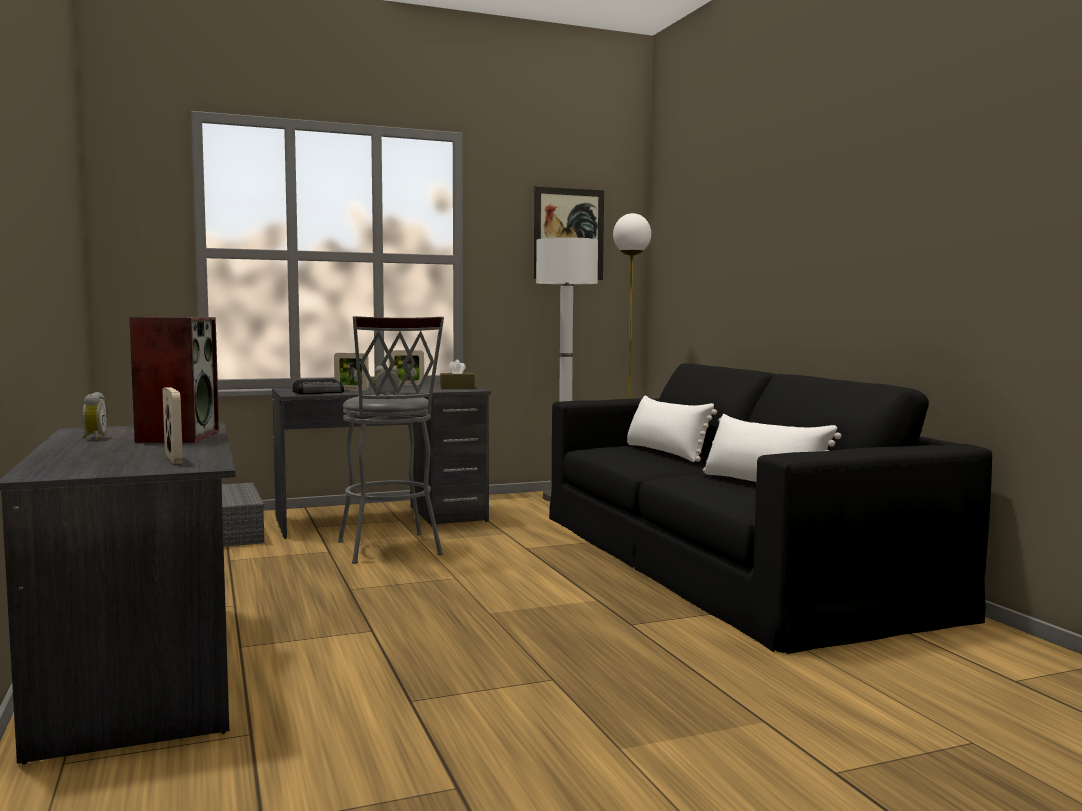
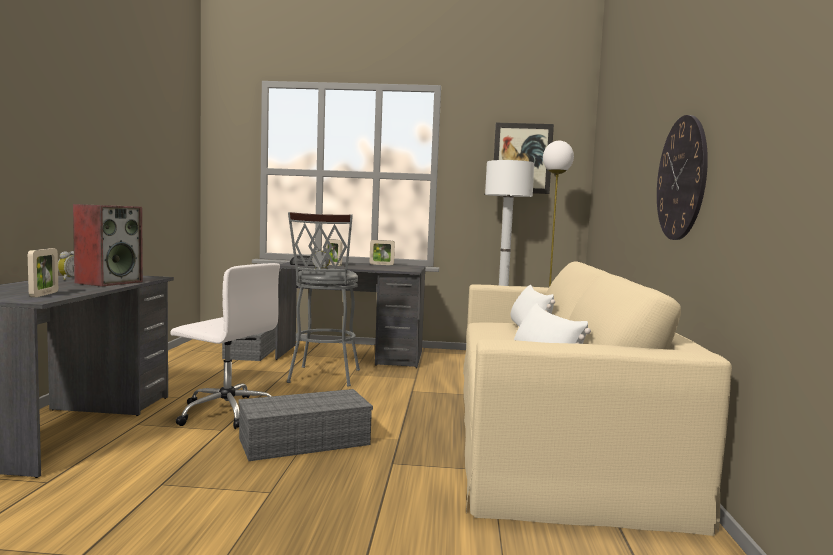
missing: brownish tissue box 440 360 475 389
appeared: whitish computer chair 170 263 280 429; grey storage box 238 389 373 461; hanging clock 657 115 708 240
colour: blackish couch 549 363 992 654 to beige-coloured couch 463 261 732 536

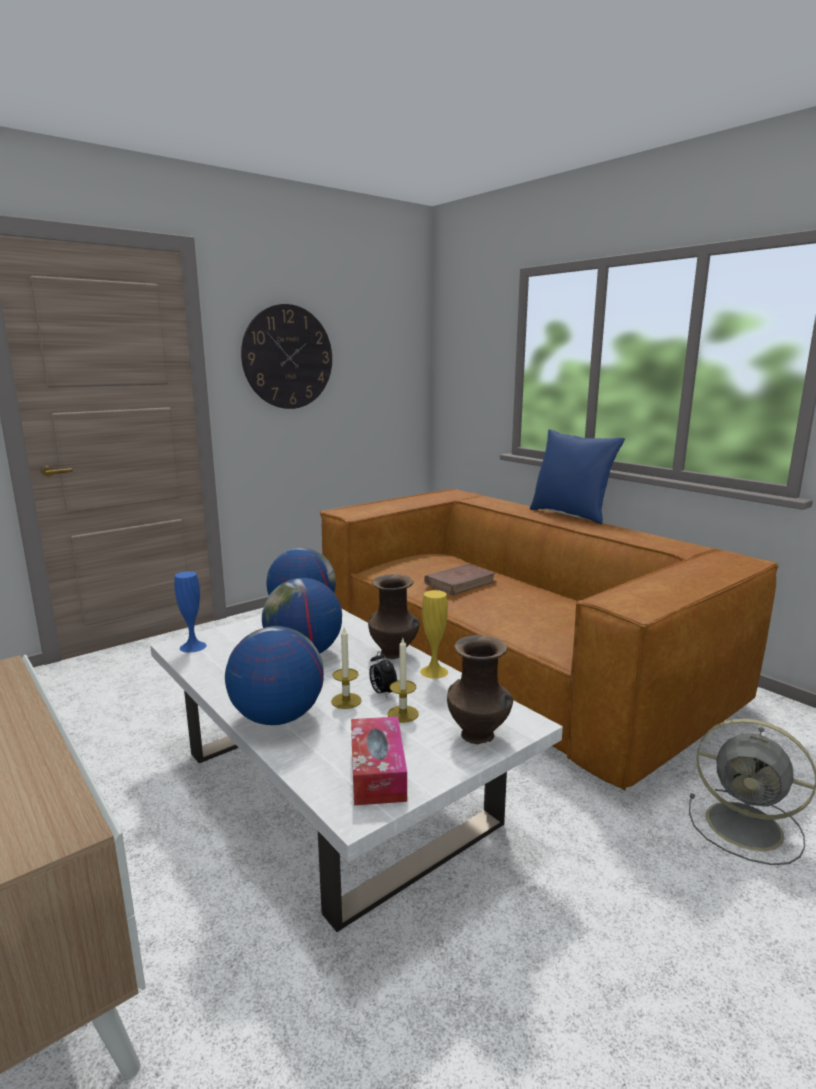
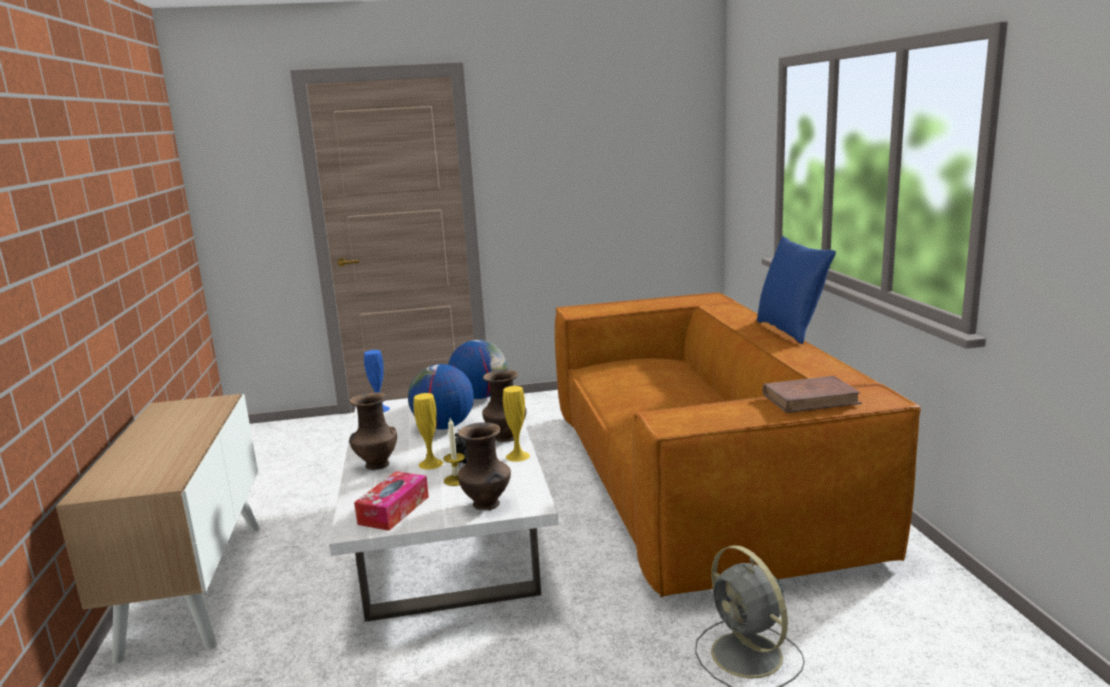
missing: hanging clock 241 304 332 409
relocated: brownish bound book 424 564 496 595 to 763 376 862 413
exchanged: desk globe 225 626 324 725 to brownish flower vase 349 393 397 470; wax light 331 628 361 709 to yellow flower vase 414 393 443 469

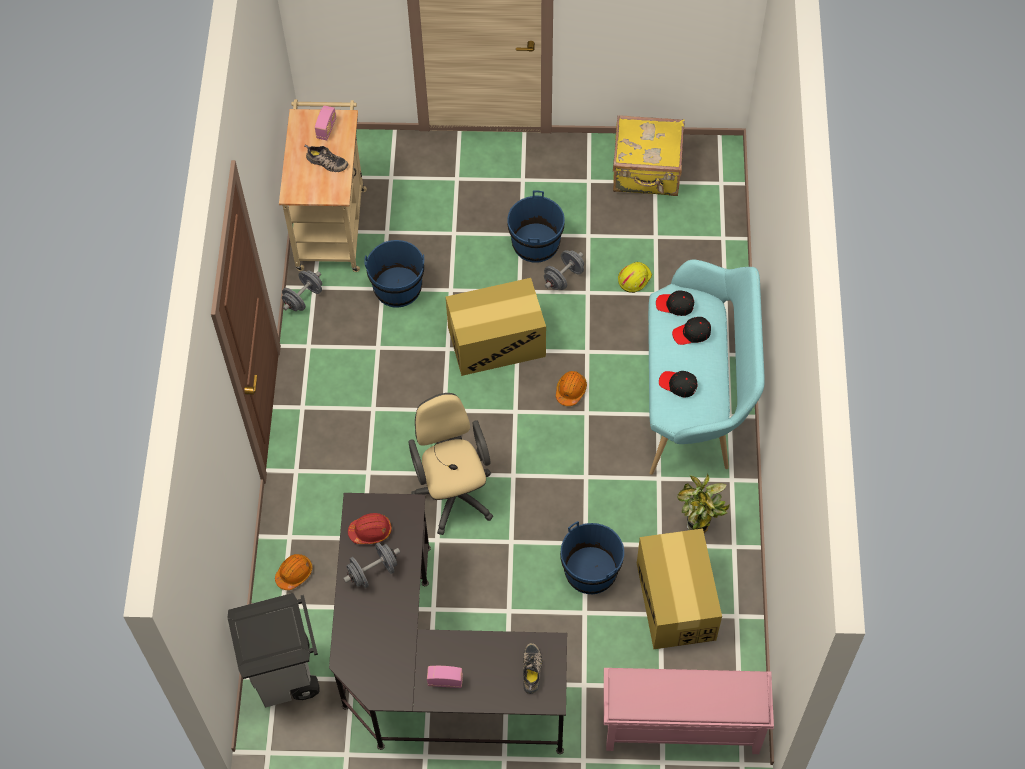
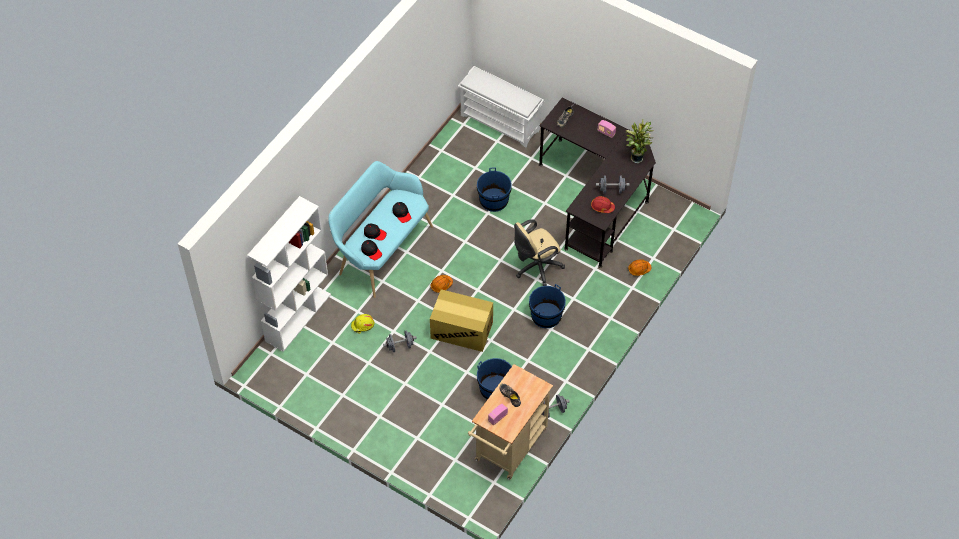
missing: grey waste bin 228 593 320 708; yellow suitcase 613 115 684 196; carton 637 528 722 649
appeared: whitish bookshelf 247 196 331 352
relocated: bluish bucket 507 191 565 263 to 529 284 566 328; potted plant 677 474 730 533 to 626 120 654 163
colour: pink shoe rack 604 668 774 754 to whitish shoe rack 458 66 544 148
spun: beige-coloured computer chair 408 393 493 535 = 514 219 565 286 45 degrees clockwise

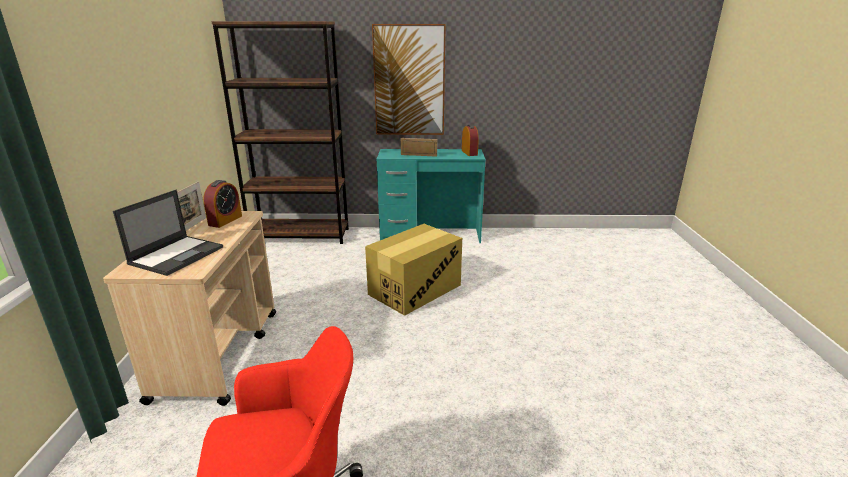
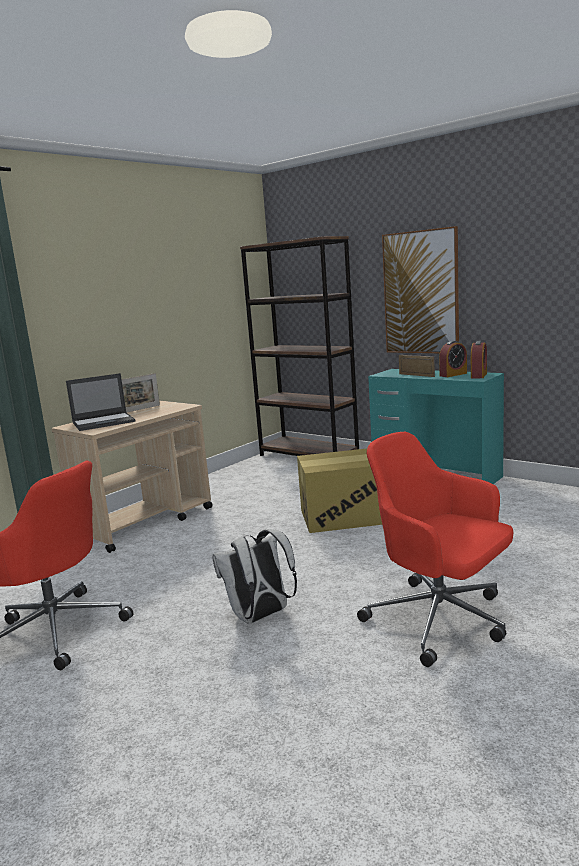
appeared: whitish rucksack 212 529 297 623; red computer chair 357 432 513 667
relocated: alarm clock 203 180 242 228 to 439 341 467 377

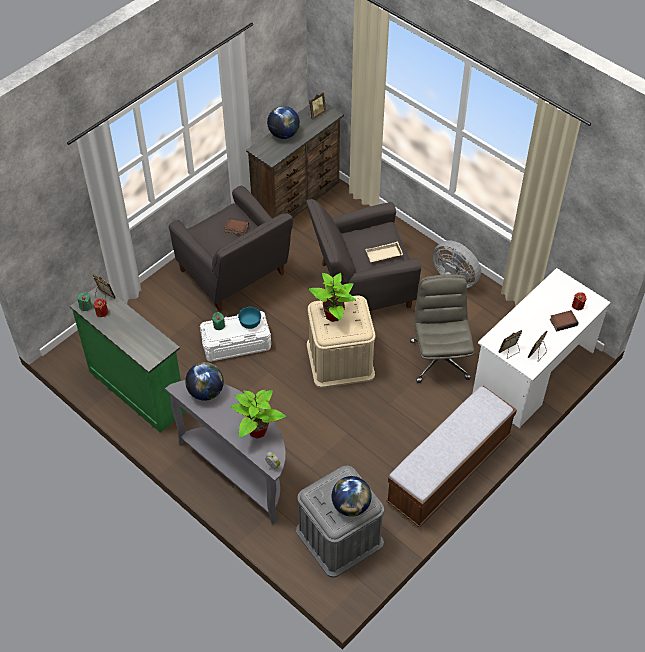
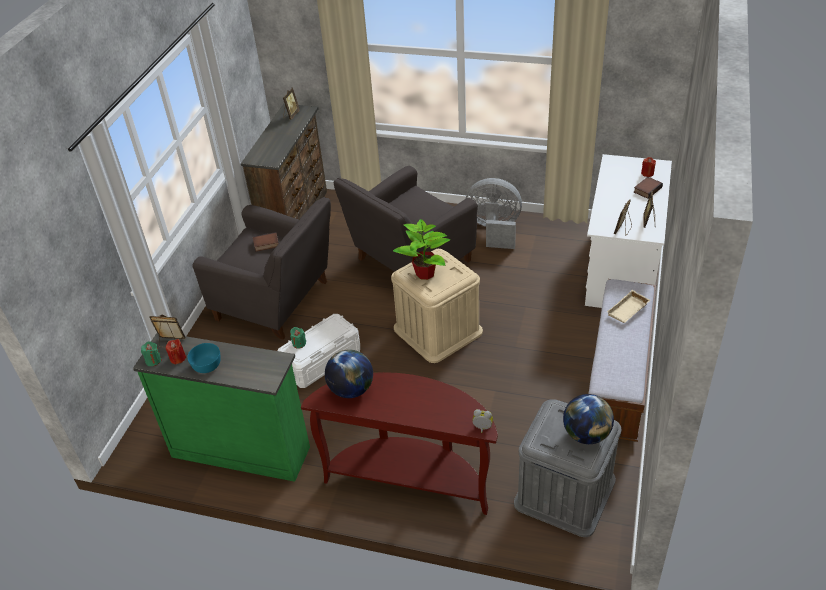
missing: potted plant 230 389 286 439; desk globe 267 106 300 139; grey computer chair 410 274 475 383
relocated: turquoise serving bowl 238 307 261 329 to 187 343 221 373; beige-coloured serving tray 365 241 403 262 to 607 290 650 323
colour: grey console table 165 380 286 525 to brownish console table 301 372 498 515

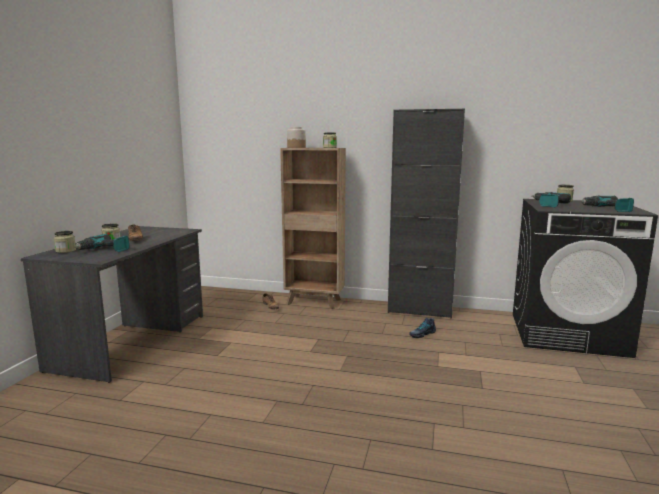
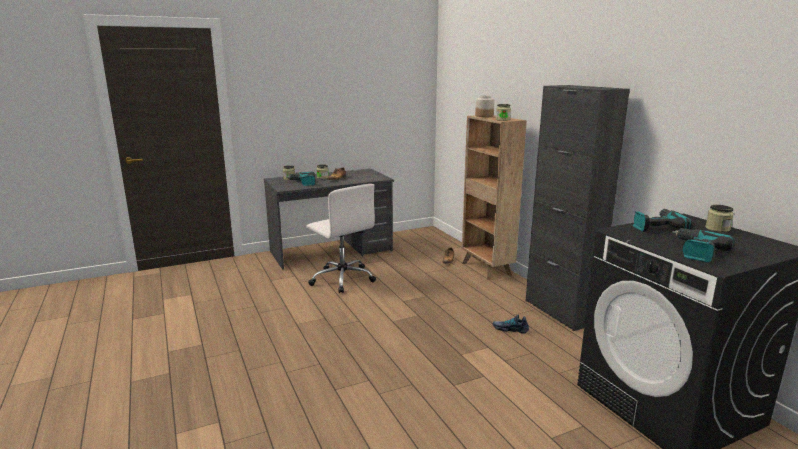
appeared: whitish computer chair 306 184 376 293

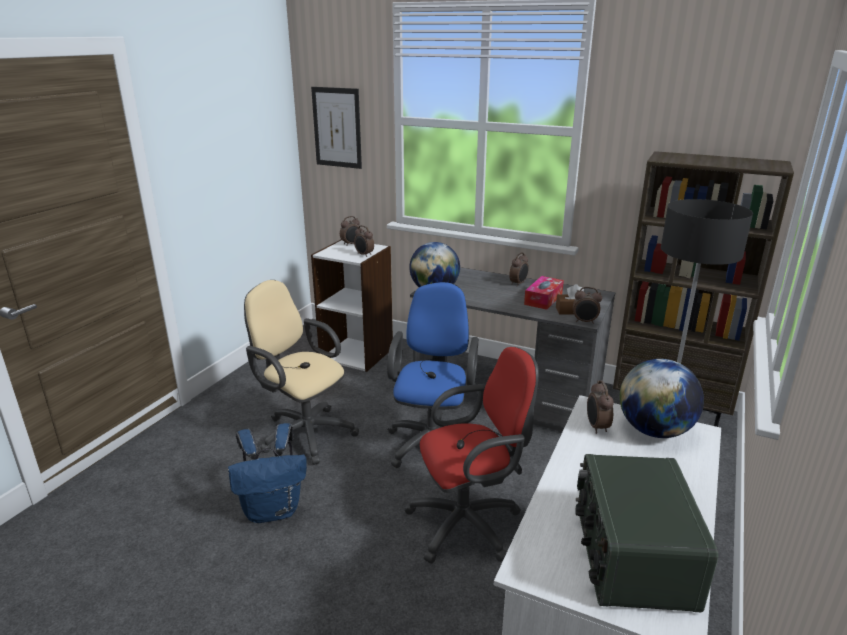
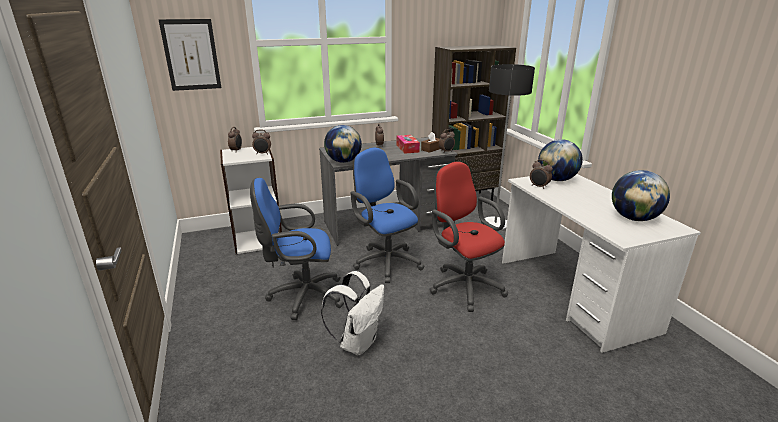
exchanged: radio receiver 575 454 718 612 to desk globe 612 170 670 221
colour: bluish rucksack 228 423 307 523 to whitish rucksack 321 271 384 355; beige-coloured computer chair 244 280 359 465 to bluish computer chair 250 178 344 320
spun: red computer chair 404 347 539 564 = 429 162 508 312 60 degrees counterclockwise

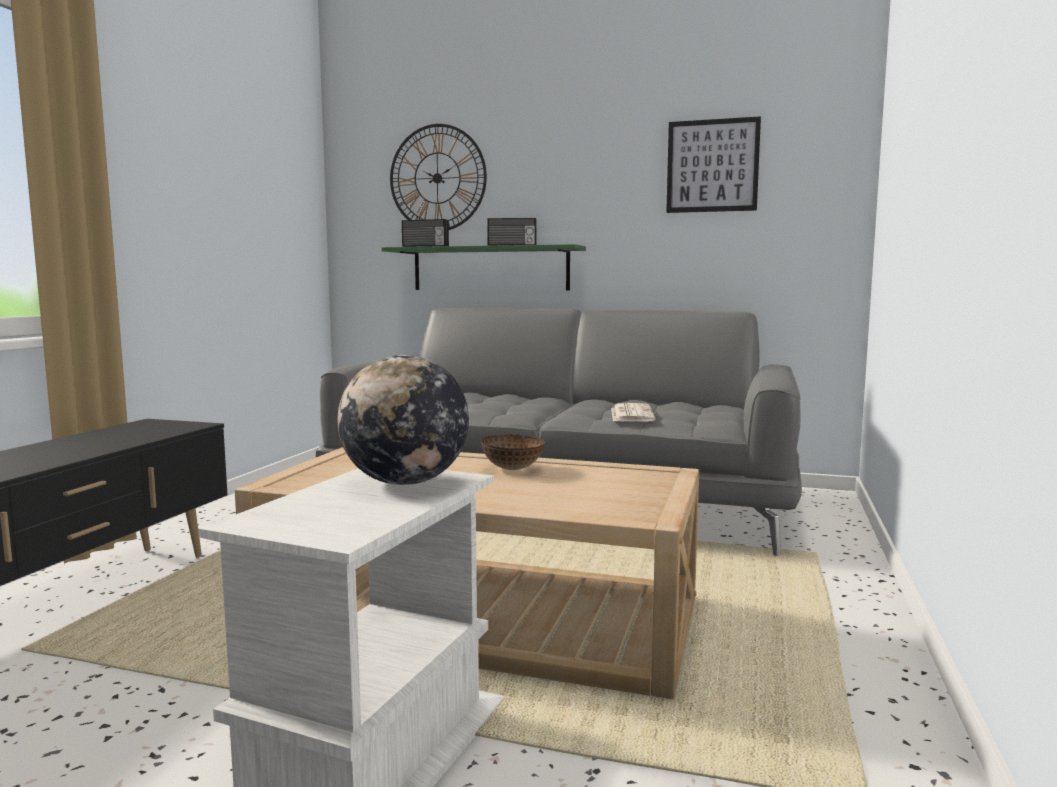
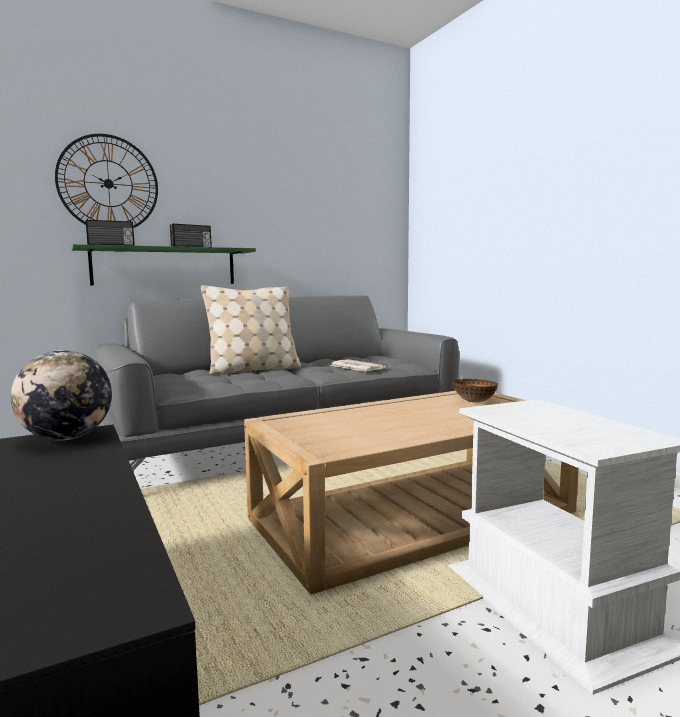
missing: picture 666 116 761 213
appeared: beige-coloured pillow 201 285 301 375
relocated: desk globe 338 355 469 485 to 11 350 112 441; serving bowl 481 434 545 470 to 453 379 498 403

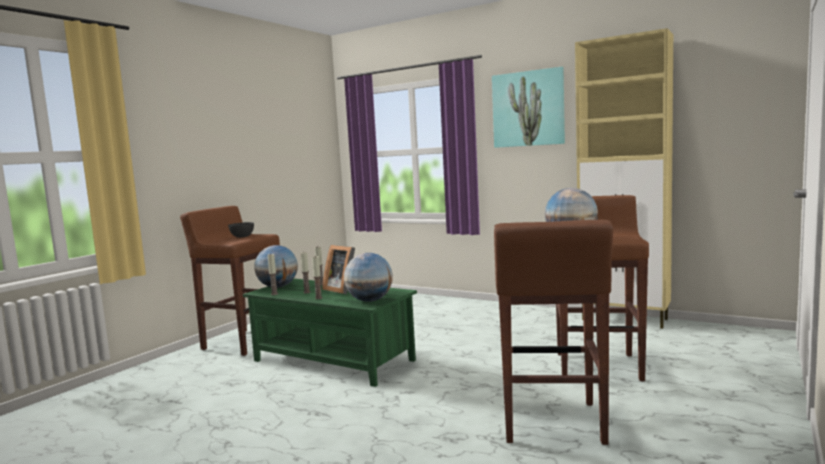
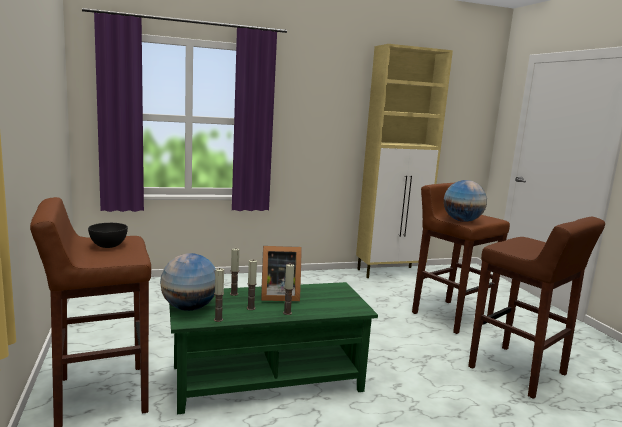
missing: desk globe 344 253 393 302; picture 492 67 565 148

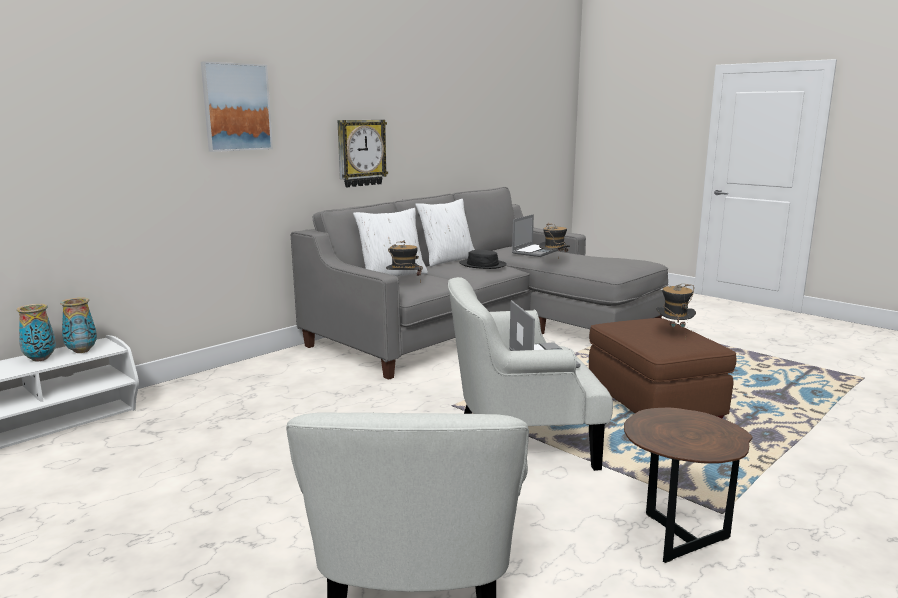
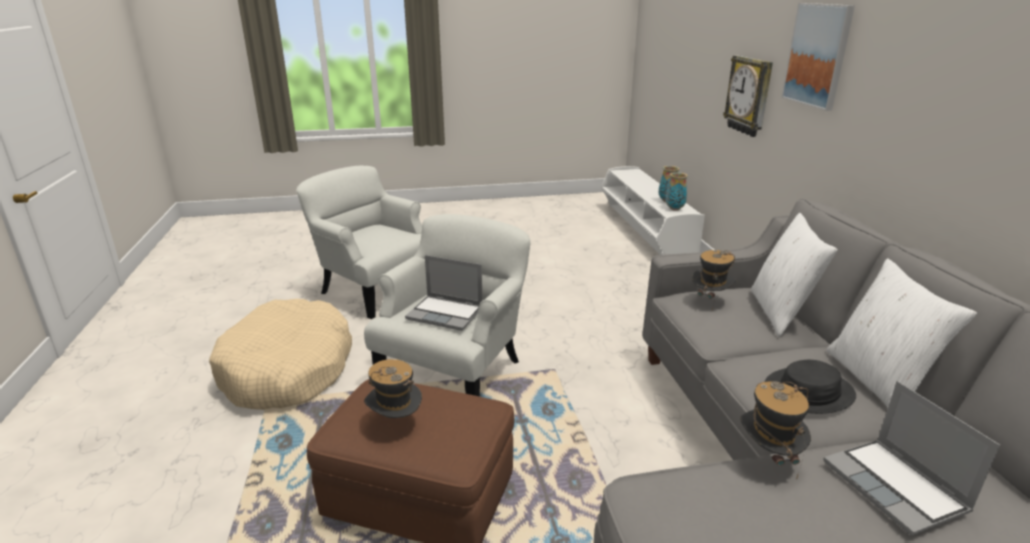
relocated: hanging clock 337 120 388 187 to 723 55 773 137
exchanged: brownish end table 624 408 753 563 to beige-coloured dog bed 209 299 352 410

